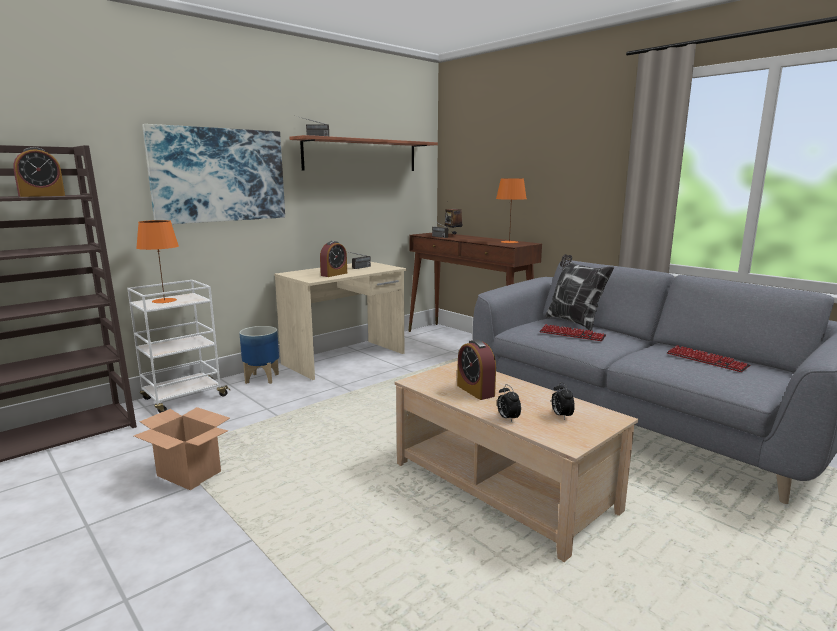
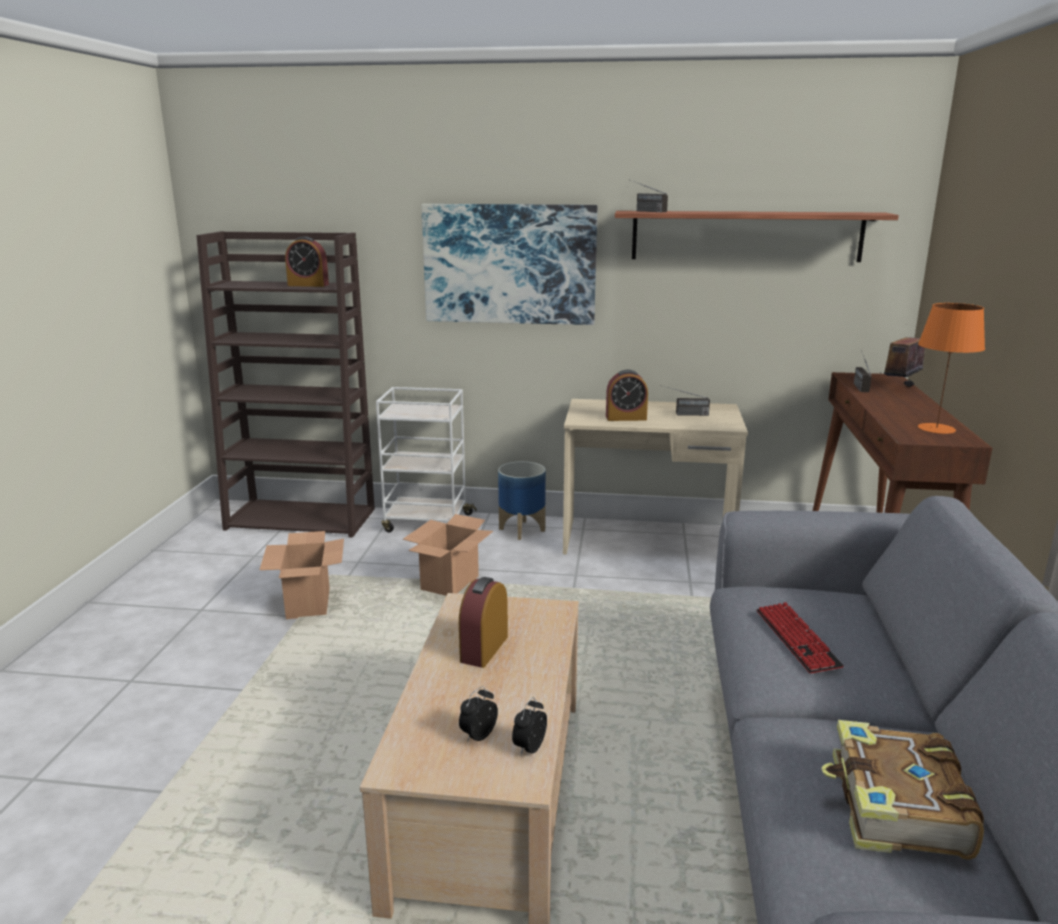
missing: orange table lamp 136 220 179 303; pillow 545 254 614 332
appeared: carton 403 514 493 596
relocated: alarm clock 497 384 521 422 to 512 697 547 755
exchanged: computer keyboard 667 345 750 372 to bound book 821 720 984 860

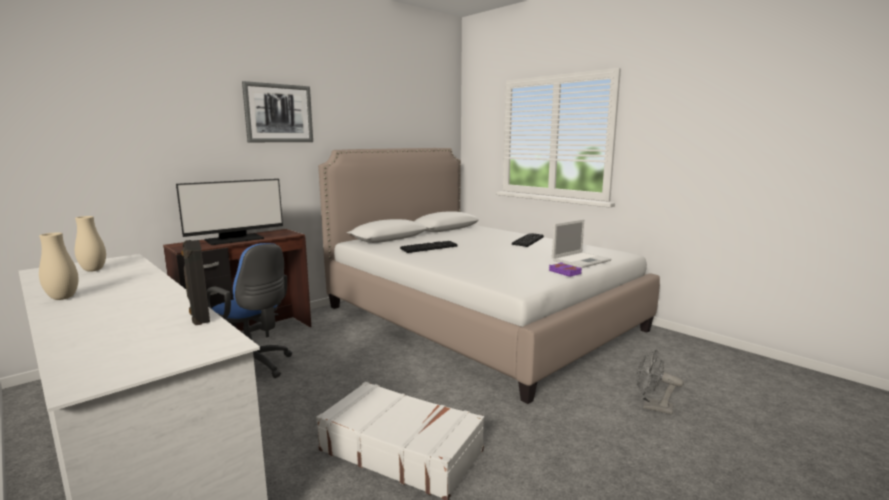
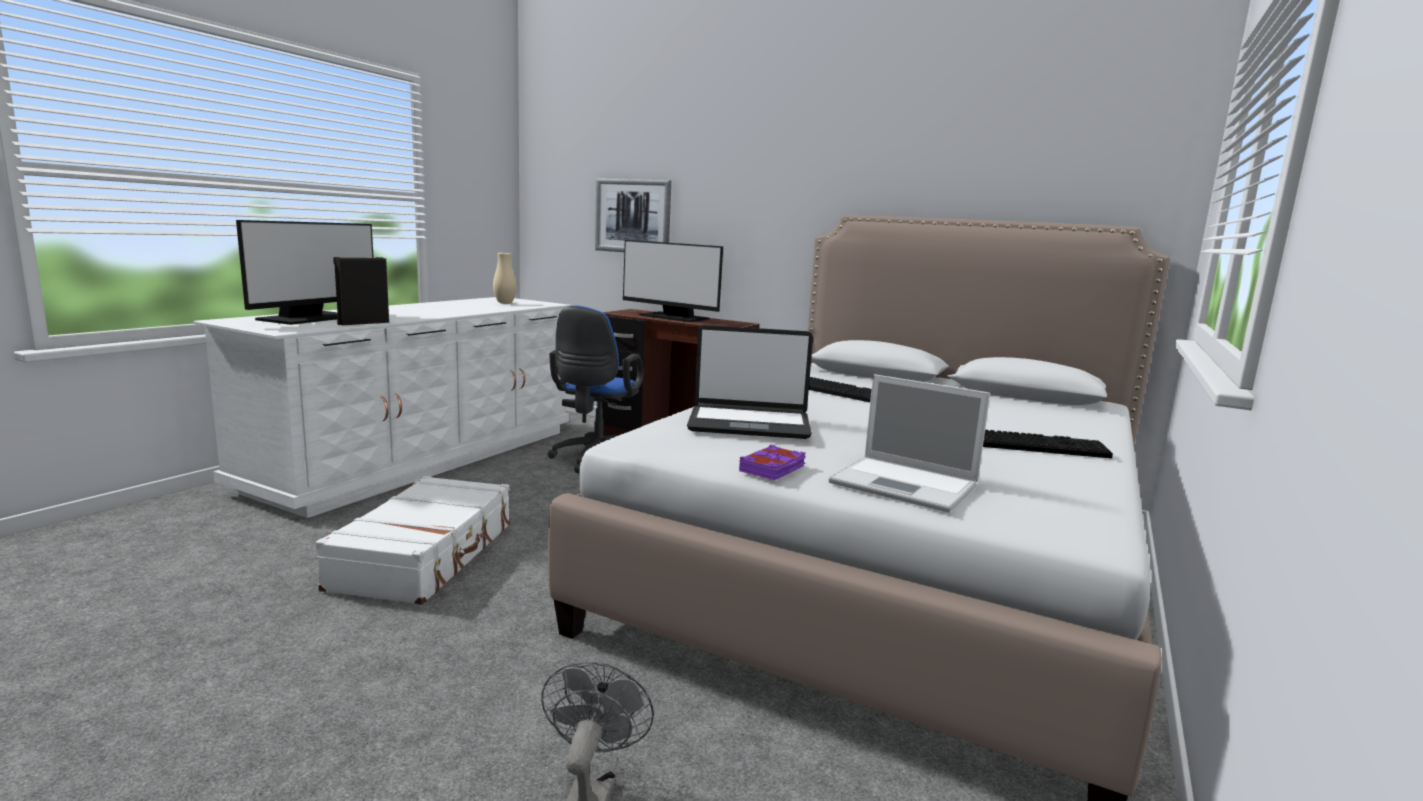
missing: beige-coloured flower vase 39 232 79 300
appeared: monitor 236 220 374 325; laptop 687 325 813 439
relocated: picture 242 81 313 142 to 595 179 671 252

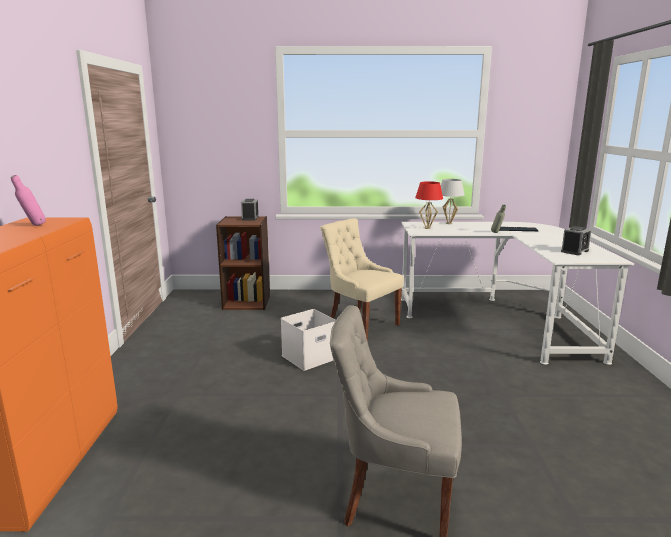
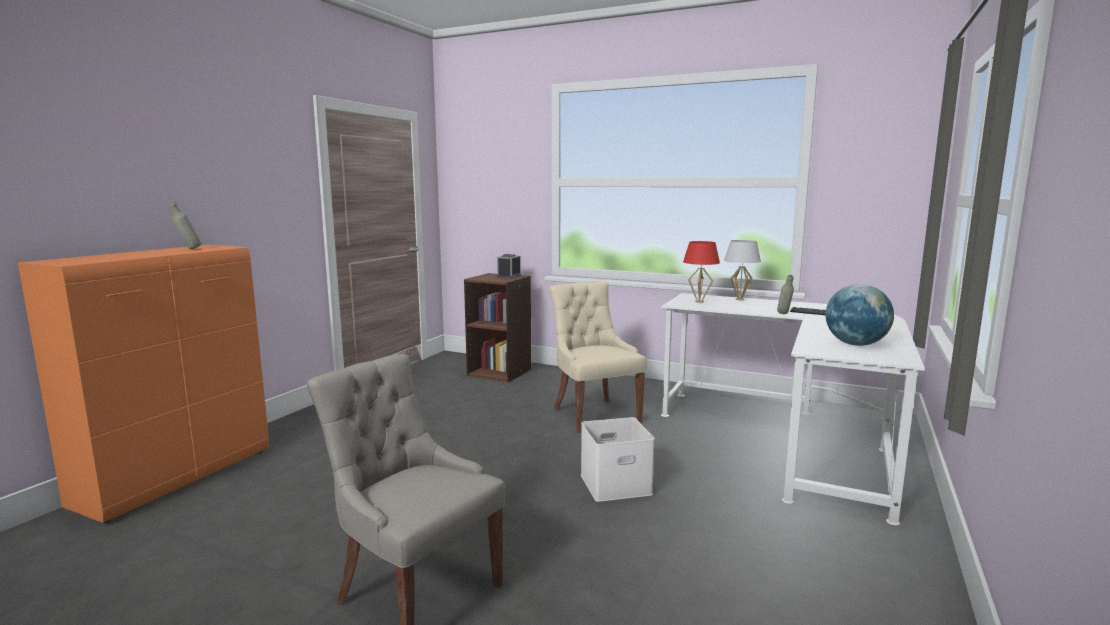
relocated: whitish storage box 281 309 336 371 to 581 417 655 502
exchanged: alarm clock 561 226 592 255 to desk globe 825 284 894 346
colour: pink bottle 11 175 46 226 to grey bottle 168 201 201 249

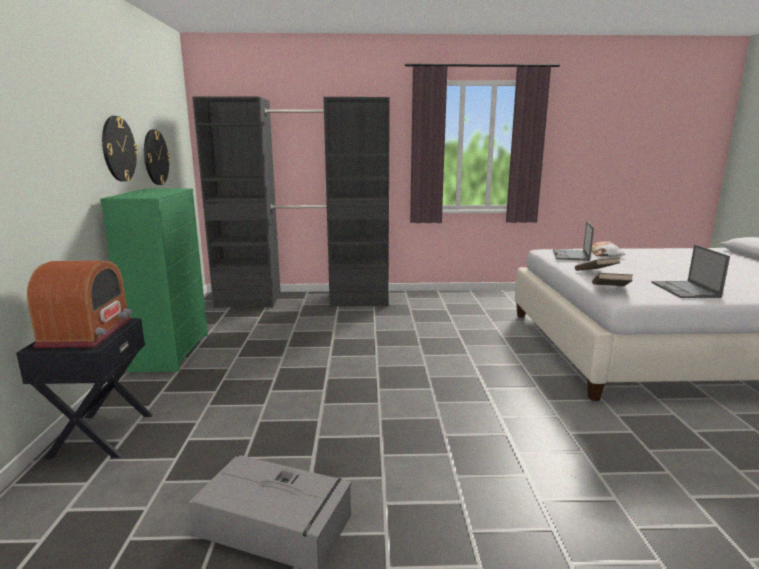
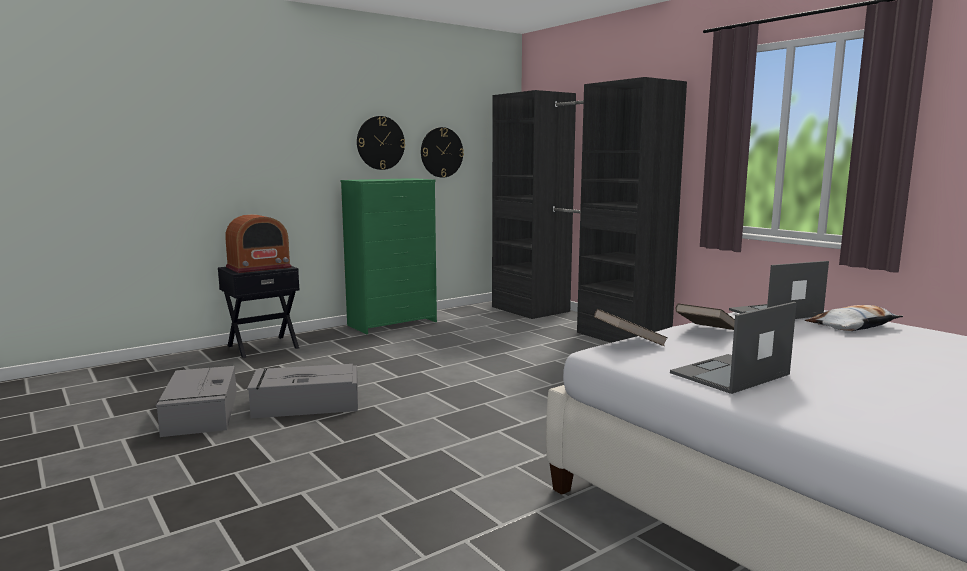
appeared: grey storage box 247 364 358 418

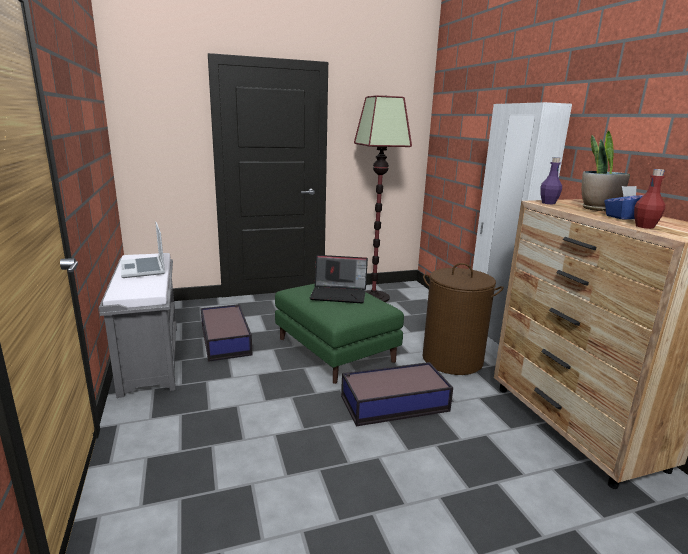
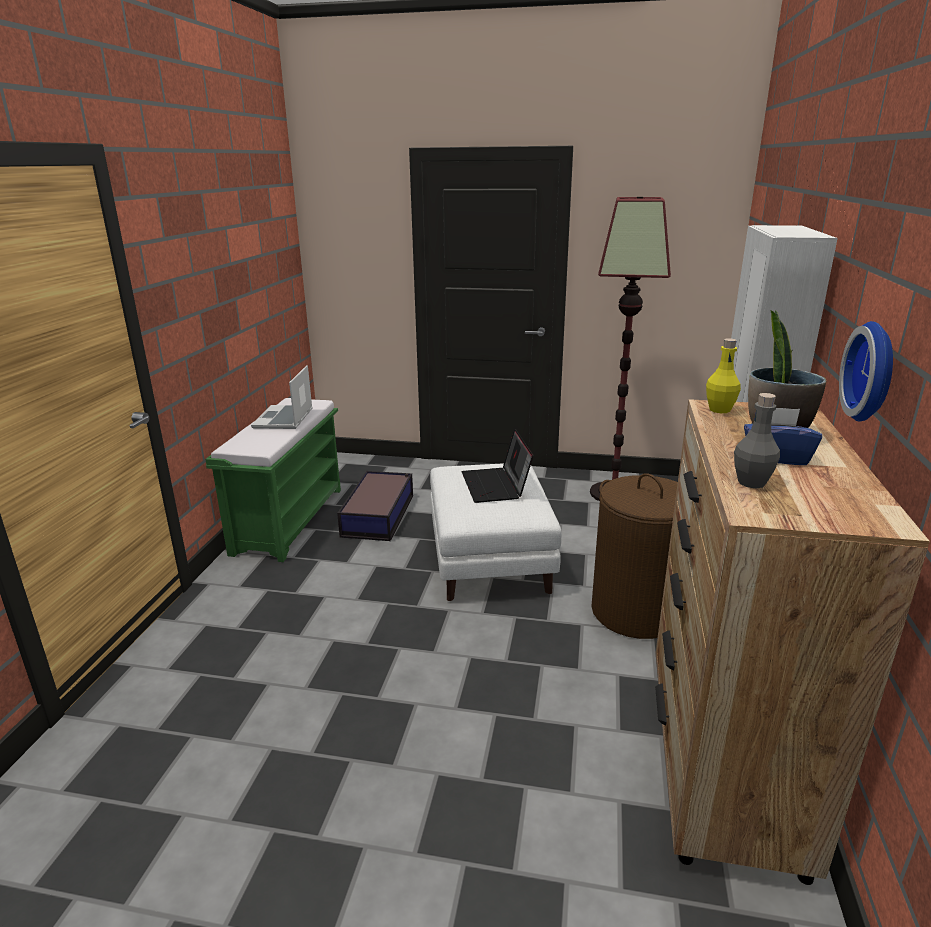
missing: storage box 341 362 453 426
appeared: hanging clock 839 321 893 422
colour: grey indoor bench 99 253 177 398 to green indoor bench 206 398 341 562; green ottoman 275 284 404 384 to whitish ottoman 430 463 562 601; purple bottle 540 157 562 204 to yellow bottle 706 338 741 413; red bottle 634 169 665 229 to grey bottle 734 393 780 488
spun: laptop 310 255 368 303 = 461 429 534 503 45 degrees clockwise

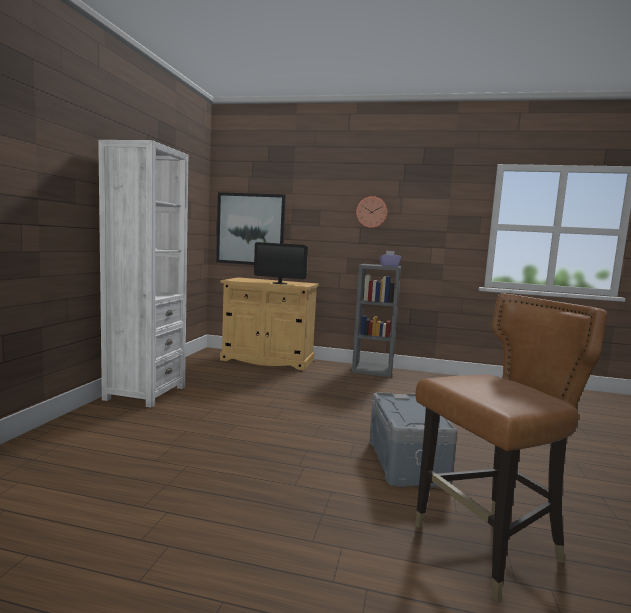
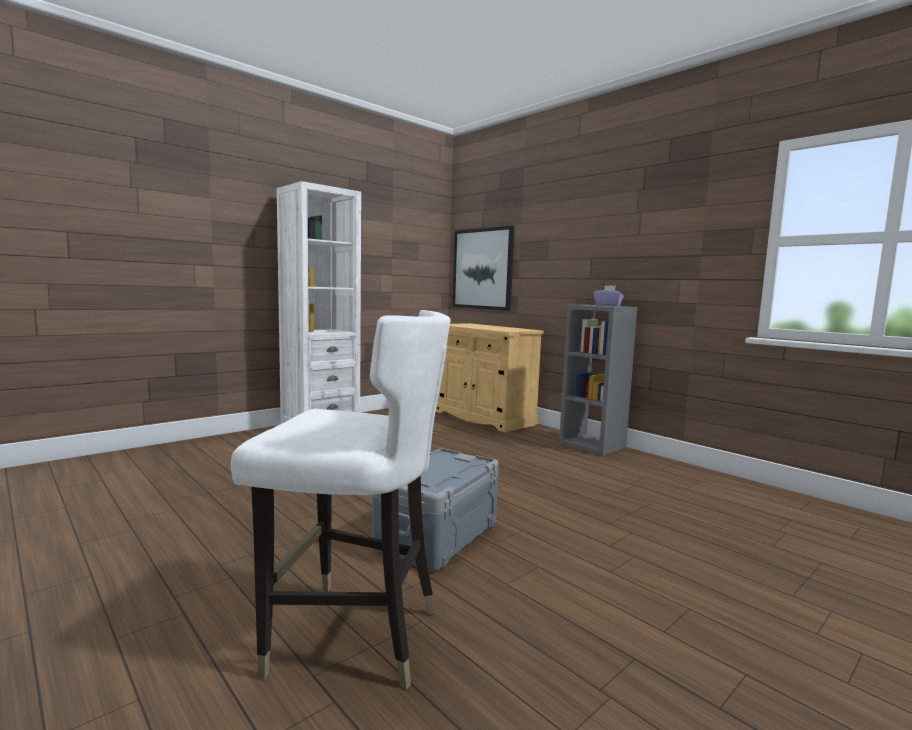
missing: monitor 254 242 308 284; hanging clock 356 196 387 228
colour: brownish chair 415 293 607 602 to whitish chair 231 310 450 689

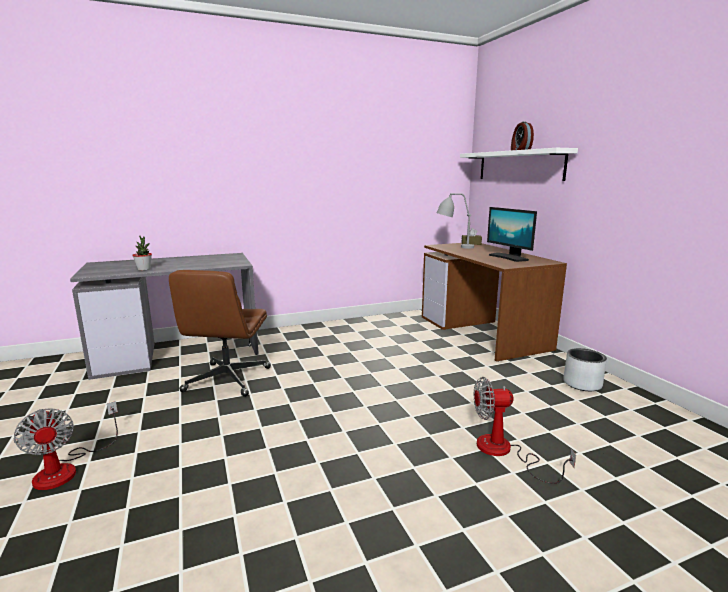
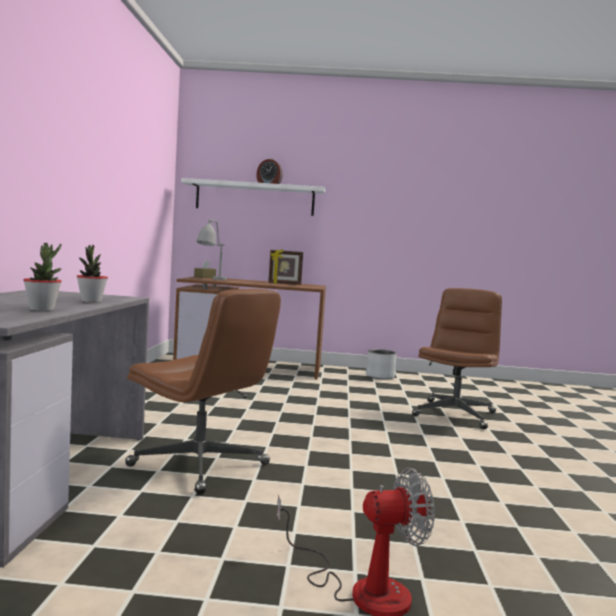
appeared: potted plant 77 244 108 303
exchanged: cooling fan 474 377 576 484 to brownish computer chair 412 288 502 429; monitor 487 207 537 262 to photo frame 268 249 303 285

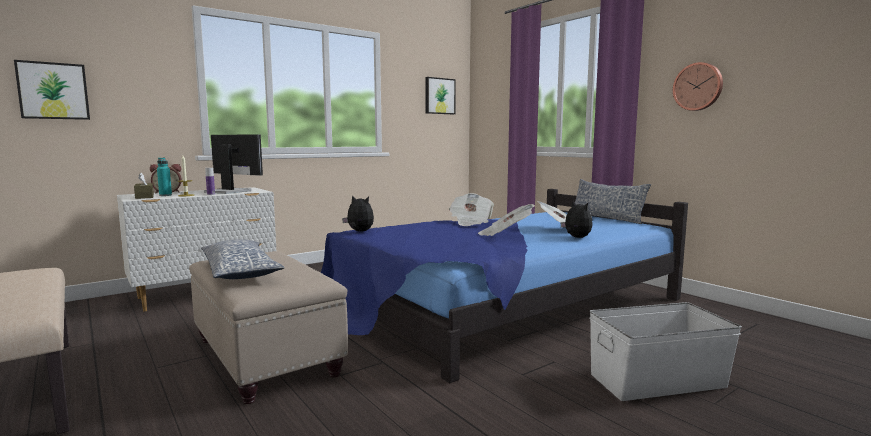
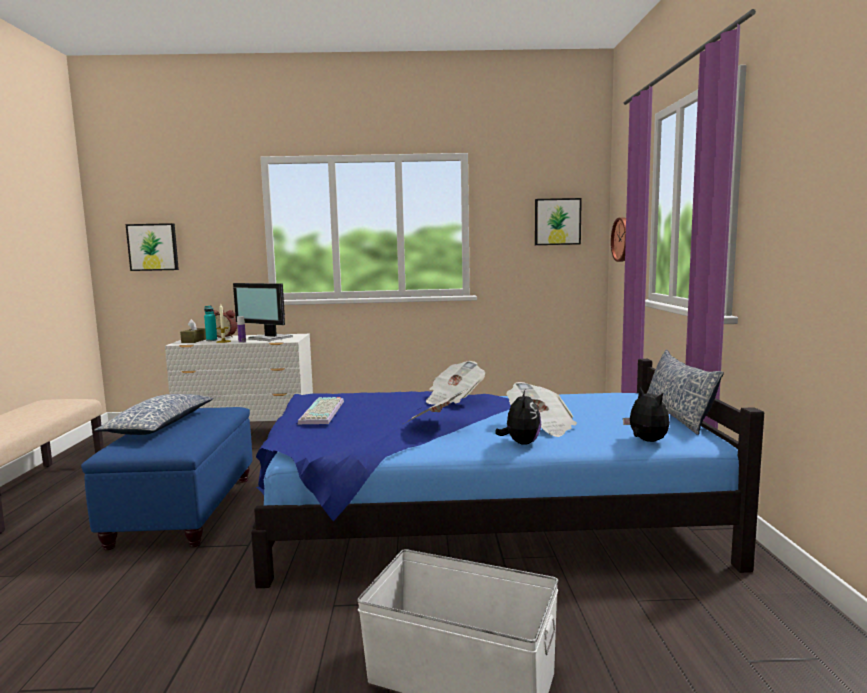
appeared: computer keyboard 298 397 344 424
relocated: plush toy 342 195 374 232 to 623 387 670 442; hanging clock 673 62 723 111 to 611 217 626 262
colour: beige-coloured ottoman 189 251 348 404 to bluish ottoman 81 407 252 550
spun: monitor 204 134 263 194 = 233 283 293 341 150 degrees clockwise

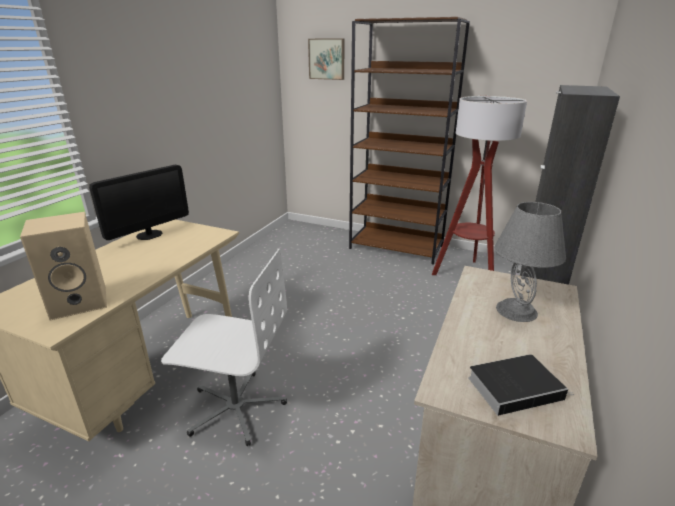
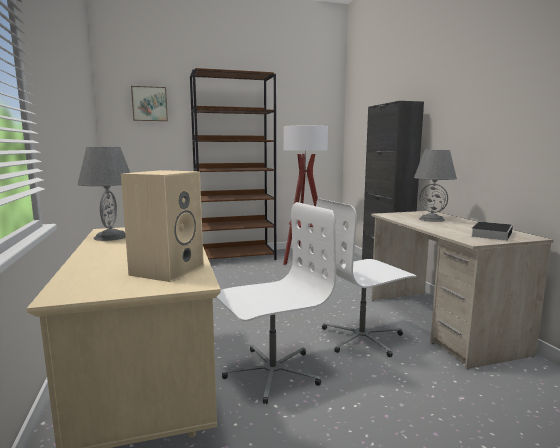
appeared: whitish computer chair 313 198 416 357
exchanged: monitor 89 165 189 240 to grey table lamp 77 147 130 241

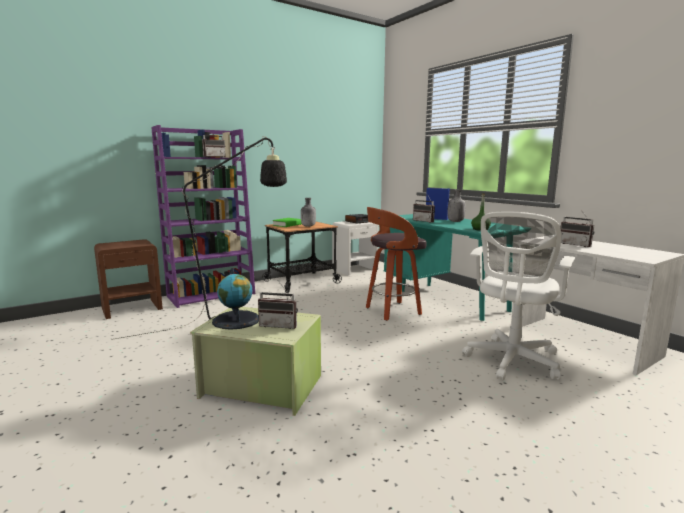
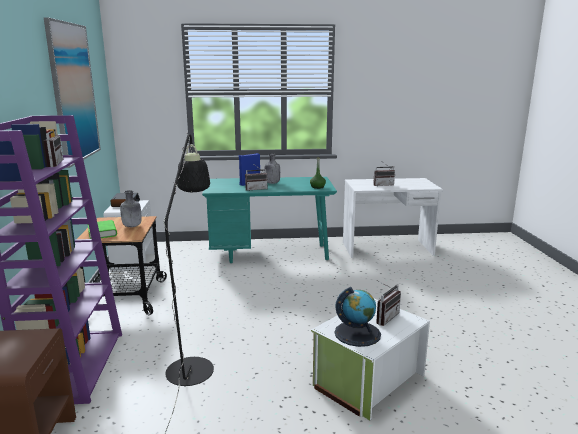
missing: stool 366 207 426 321; whitish computer chair 462 211 575 381
appeared: picture 44 17 101 168
colour: green storage box 190 307 321 416 to whitish storage box 311 299 430 421

